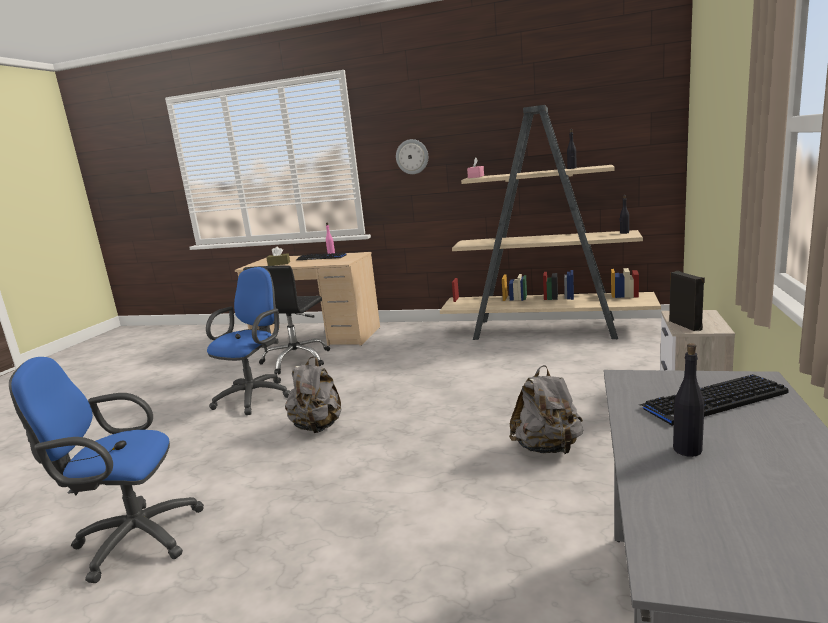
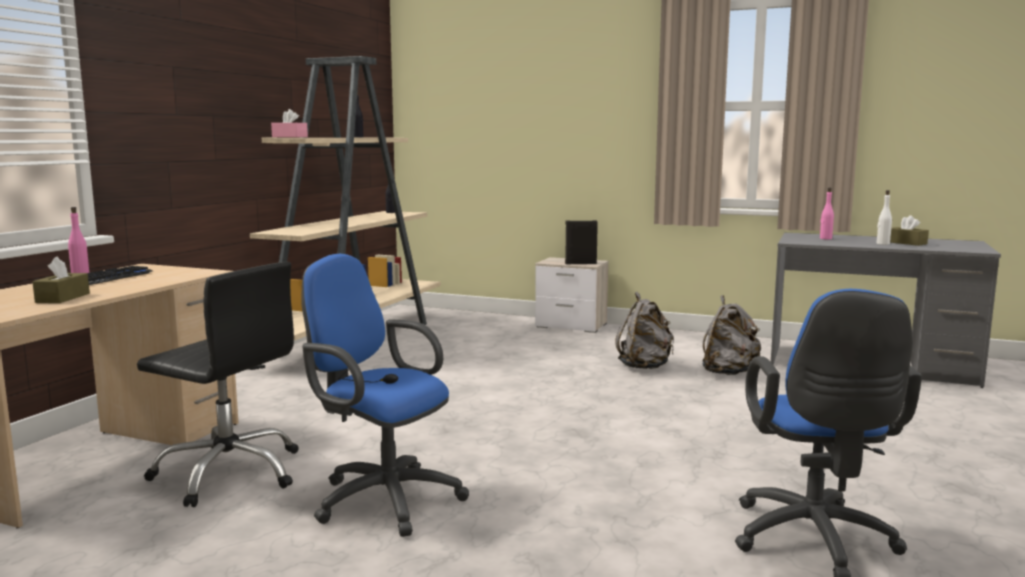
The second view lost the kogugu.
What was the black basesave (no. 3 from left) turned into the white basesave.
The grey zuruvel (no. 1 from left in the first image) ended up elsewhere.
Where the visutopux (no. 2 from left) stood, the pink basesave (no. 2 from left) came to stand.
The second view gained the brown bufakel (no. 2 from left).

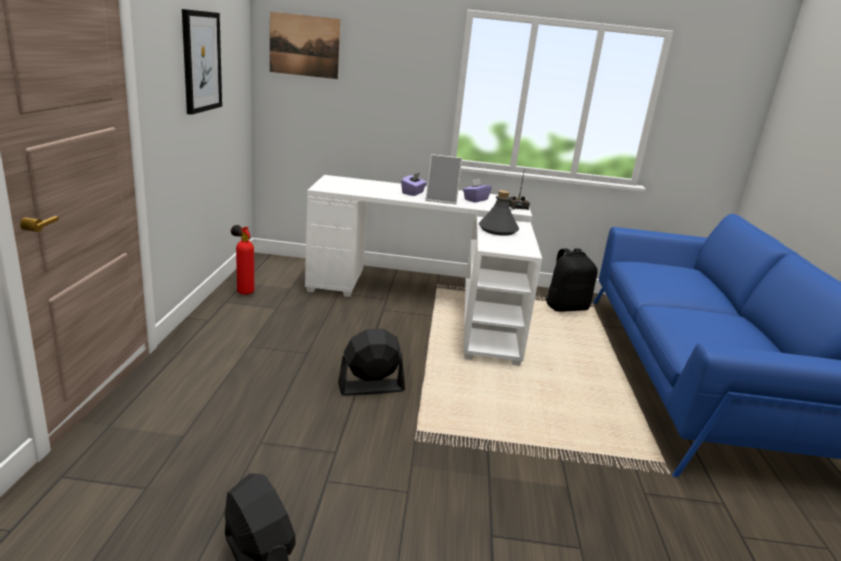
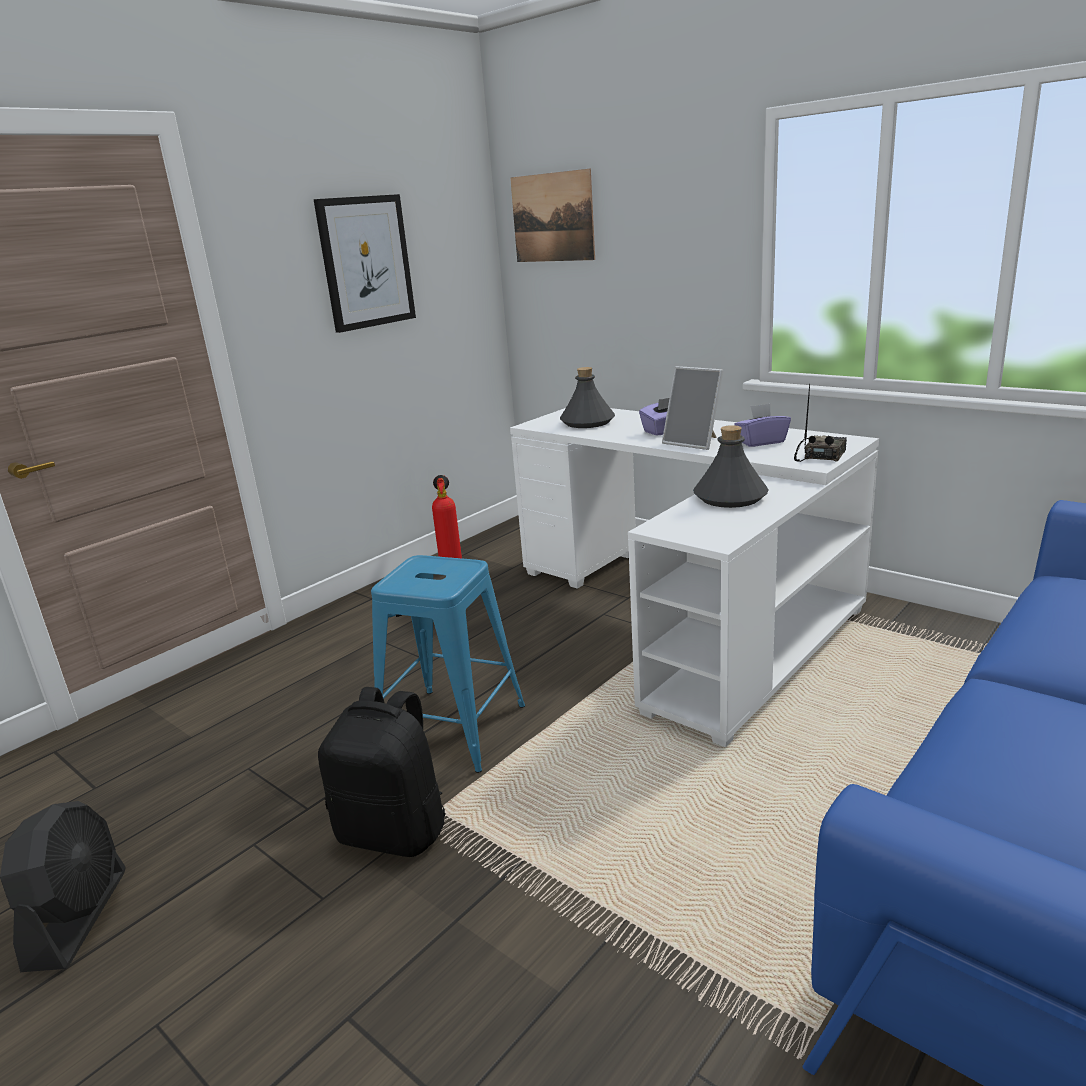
The black zuruvel ended up elsewhere.
Where the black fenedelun (no. 2 from left) stood, the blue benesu came to stand.
The second view gained the grey basesave (no. 1 from left).

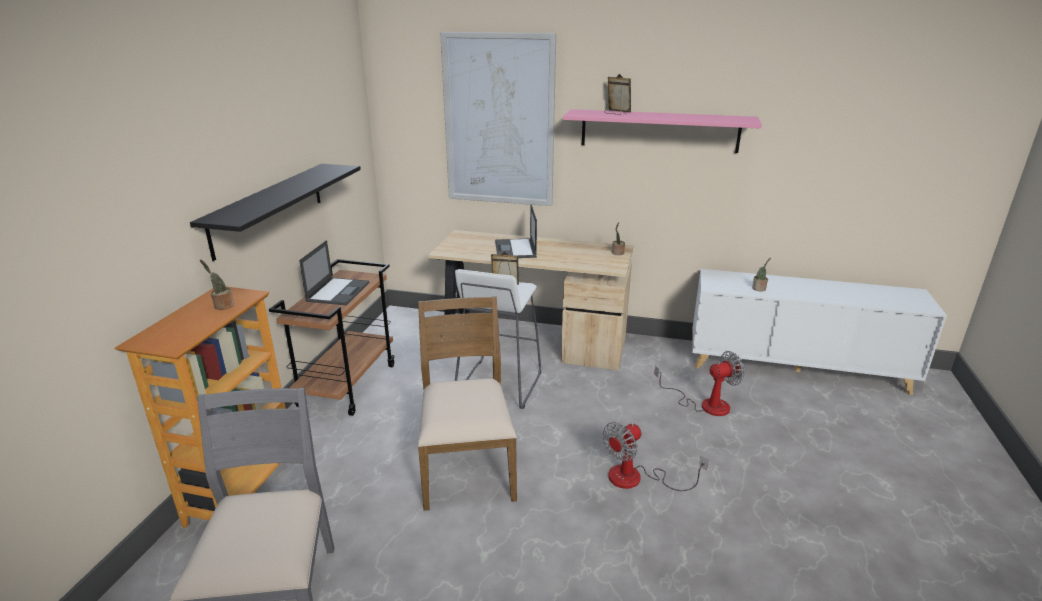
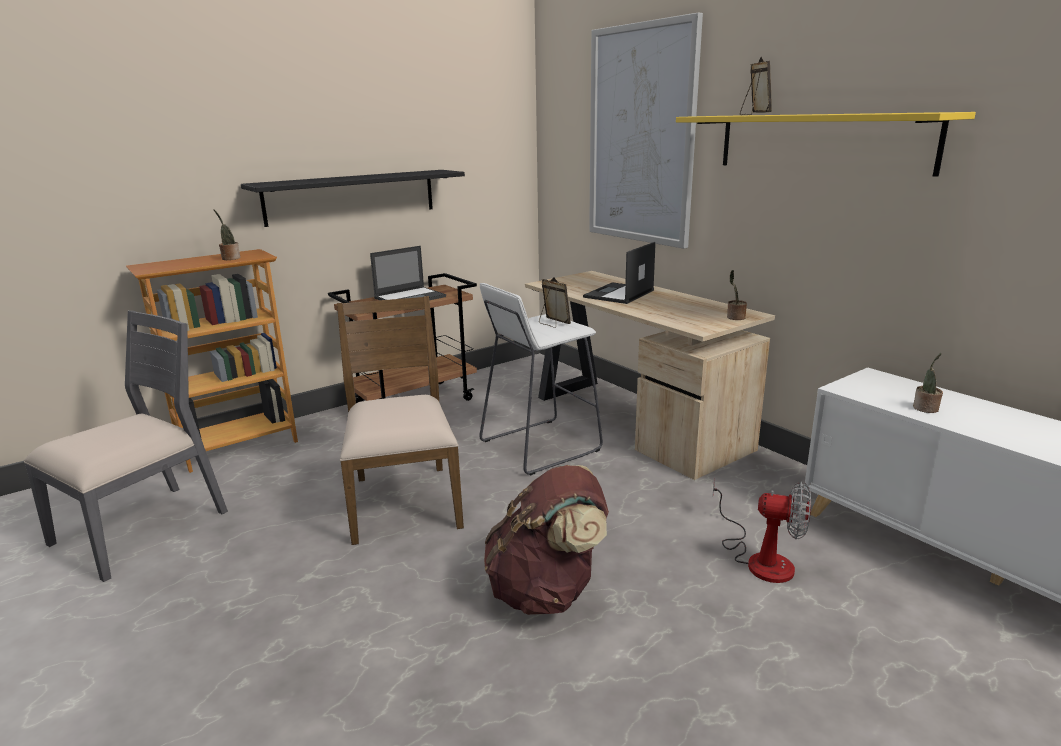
What was the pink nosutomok turned into the yellow nosutomok.
The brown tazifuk ended up facing another way, 45 degrees counterclockwise from before.
Where the fenedelun (no. 1 from left) stood, the brown zuruvel came to stand.

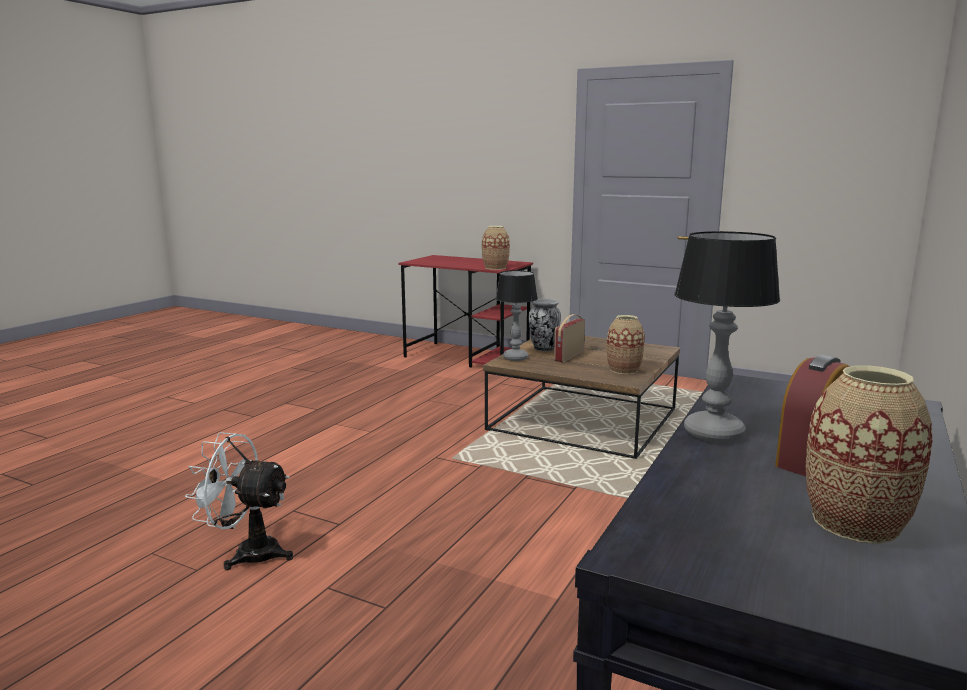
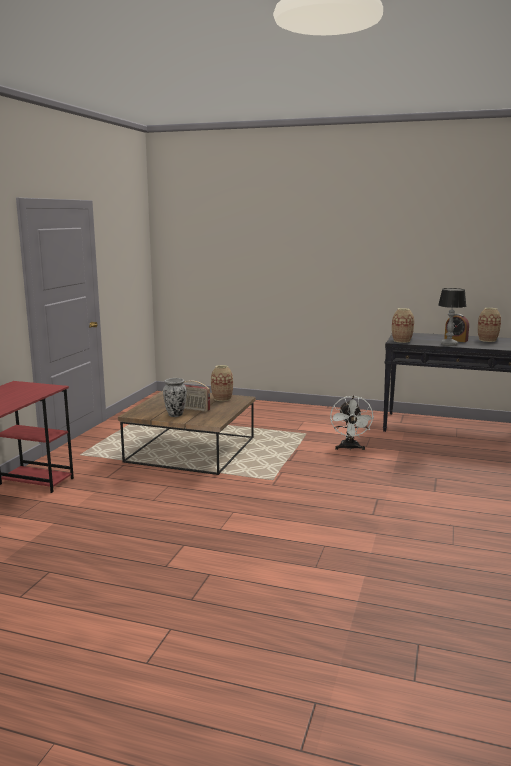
The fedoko (no. 1 from left in the first image) ended up elsewhere.
The second view lost the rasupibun (no. 1 from left).
The white fenedelun ended up elsewhere.

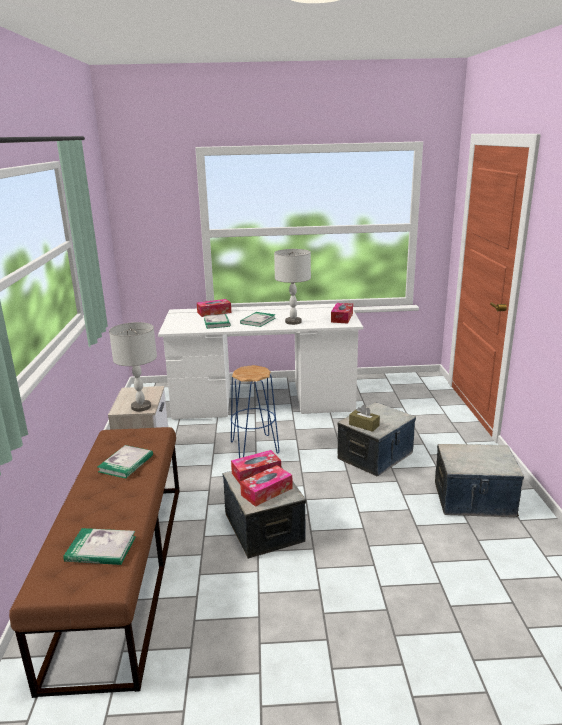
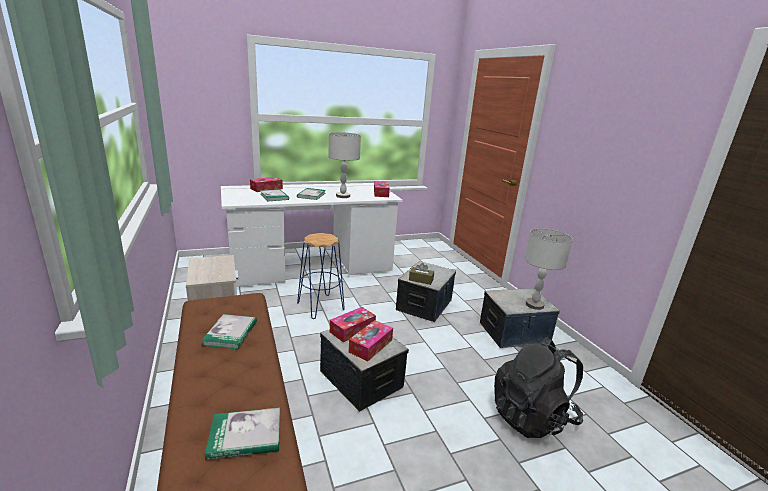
The grey rasupibun (no. 1 from left in the first image) ended up elsewhere.
The second view gained the black zuruvel.

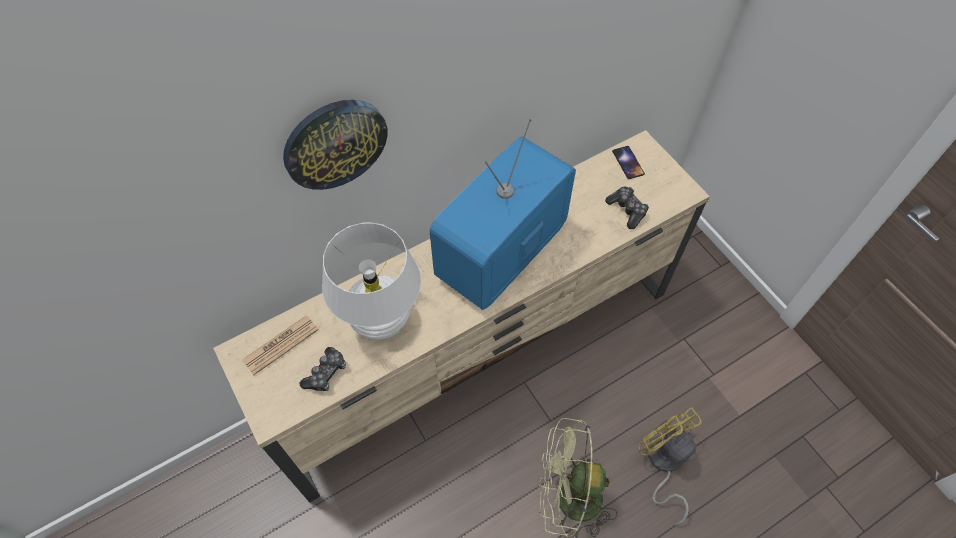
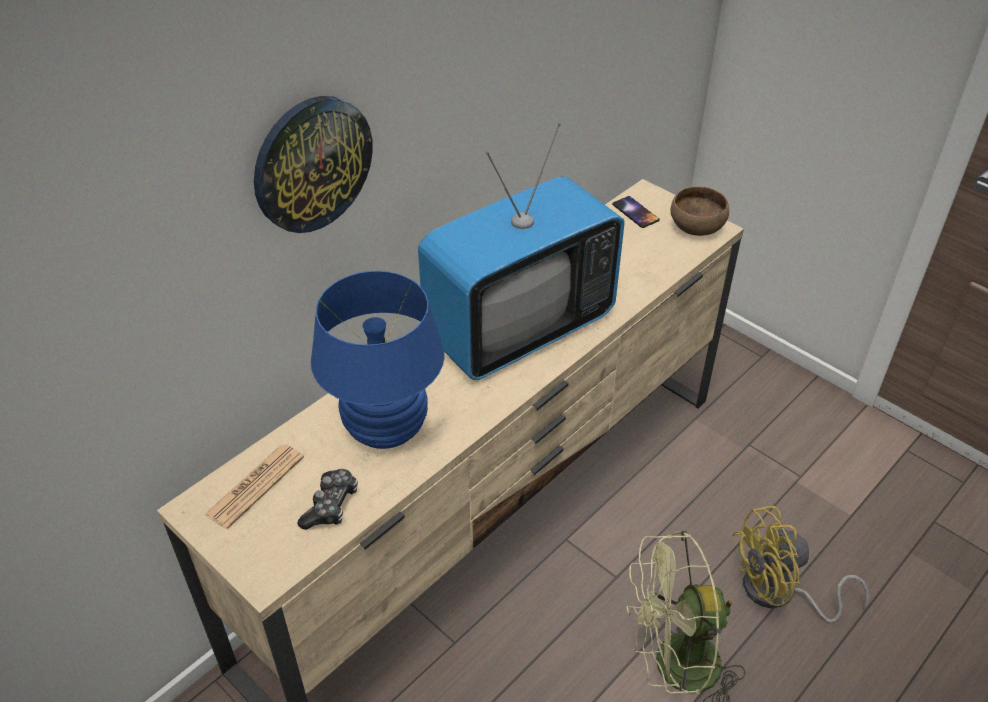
The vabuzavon ended up facing another way, 150 degrees counterclockwise from before.
The second view lost the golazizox (no. 2 from left).
What was the white rasupibun turned into the blue rasupibun.
The yellow fenedelun ended up facing another way, 60 degrees counterclockwise from before.
The second view gained the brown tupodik.

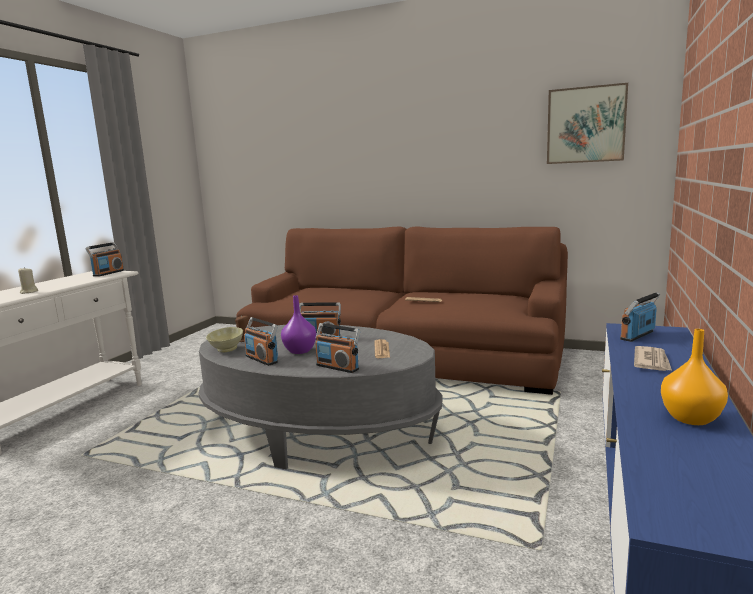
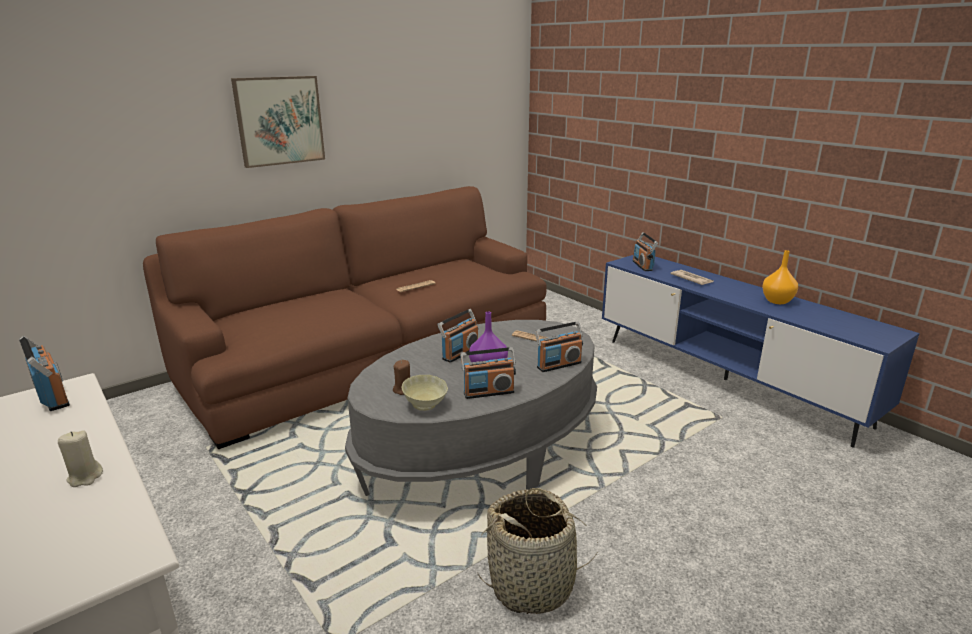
The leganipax ended up elsewhere.
The second view gained the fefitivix.

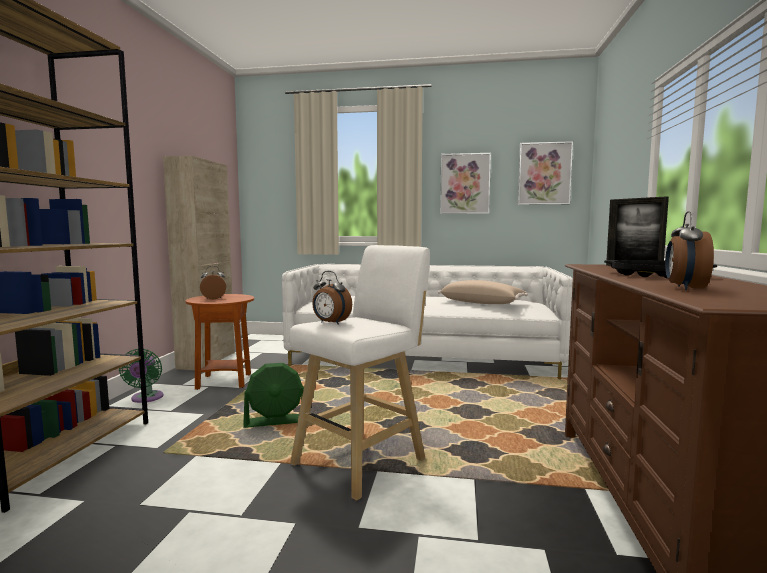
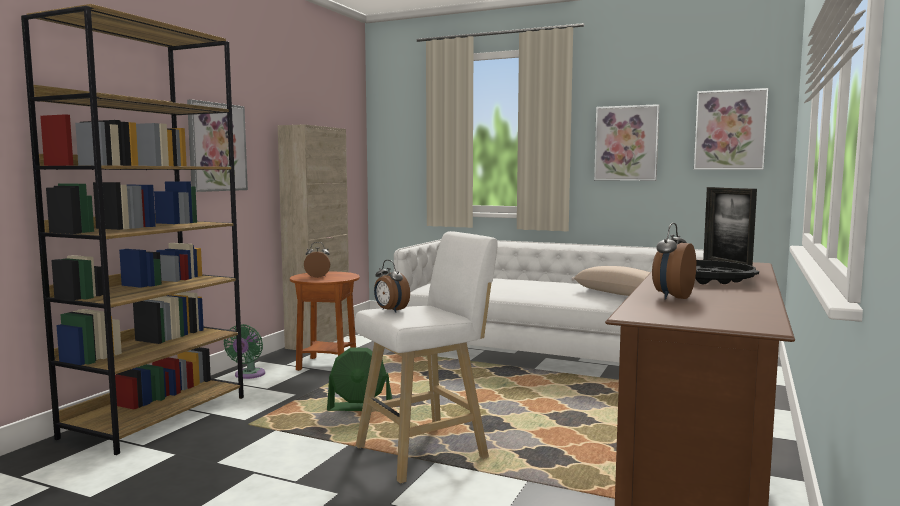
The second view gained the leganipax (no. 1 from left).

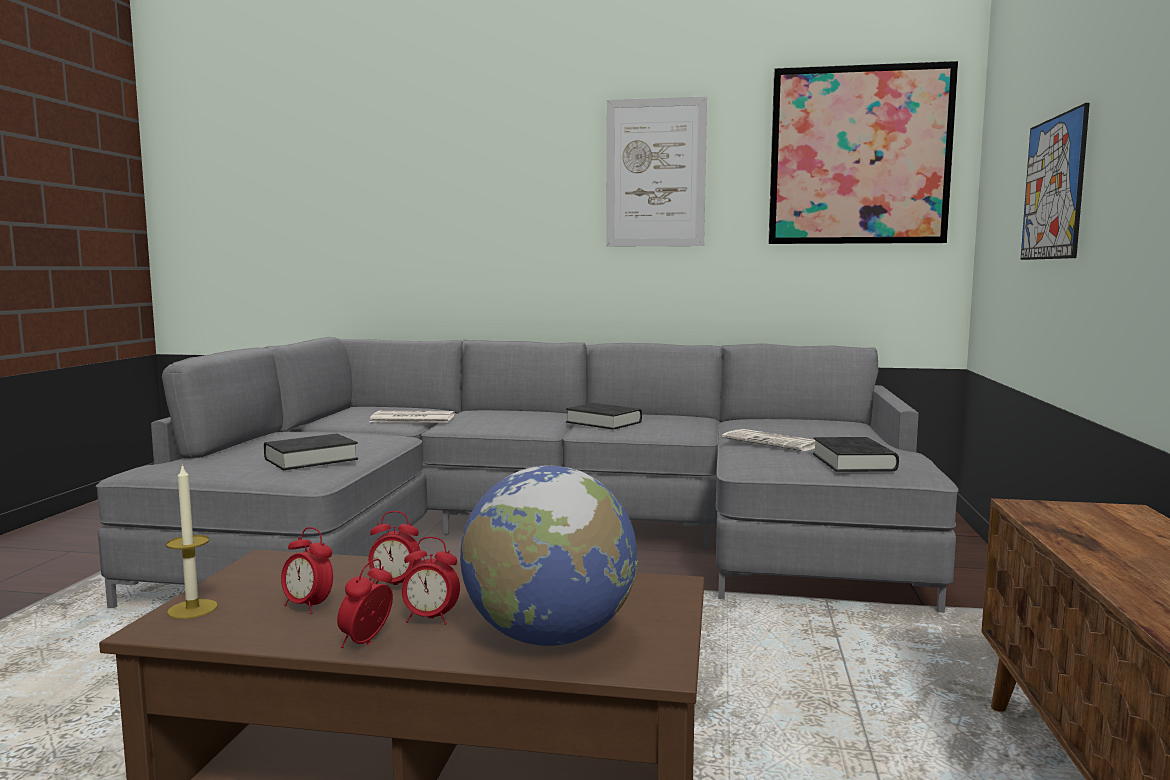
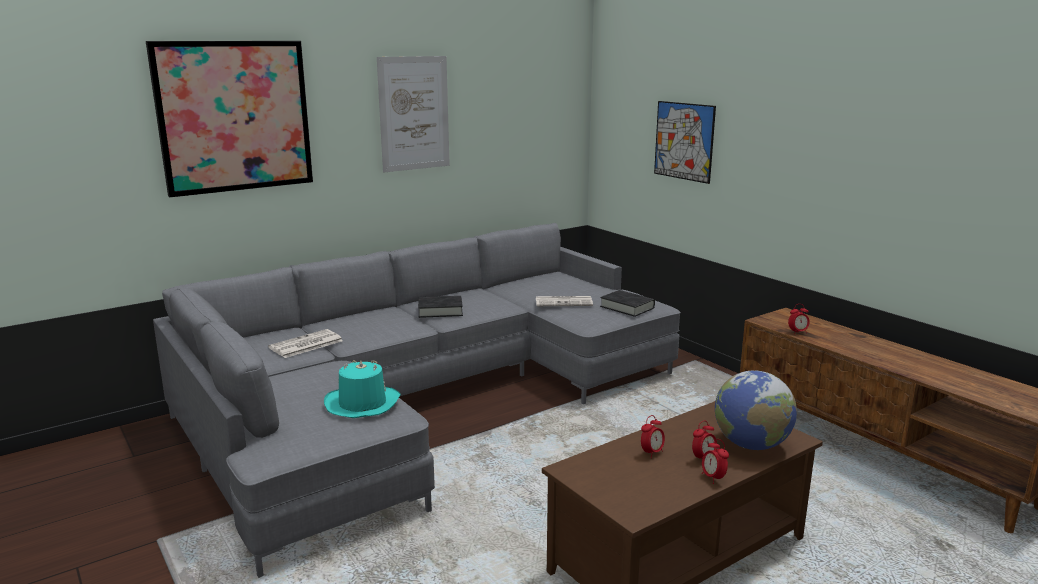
The leganipax (no. 2 from left in the first image) ended up elsewhere.
Where the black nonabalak (no. 1 from left) stood, the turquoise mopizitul came to stand.
The second view lost the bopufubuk.
The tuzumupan (no. 1 from left in the first image) ended up elsewhere.

